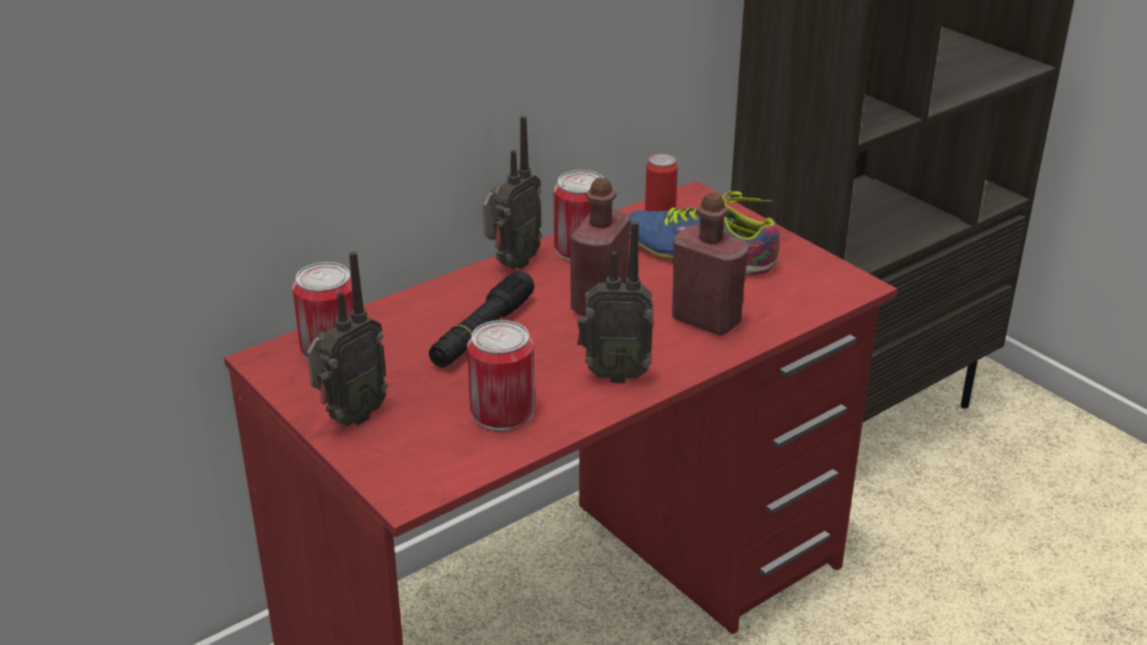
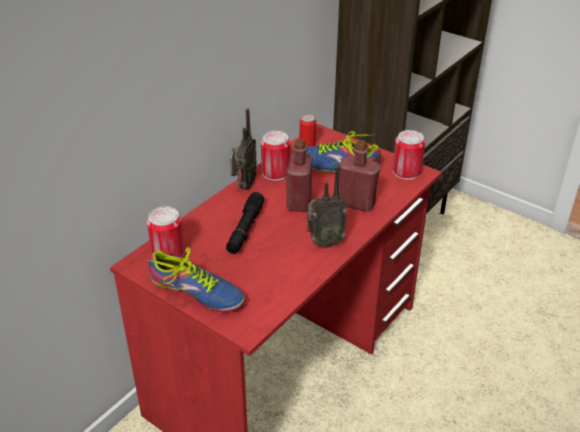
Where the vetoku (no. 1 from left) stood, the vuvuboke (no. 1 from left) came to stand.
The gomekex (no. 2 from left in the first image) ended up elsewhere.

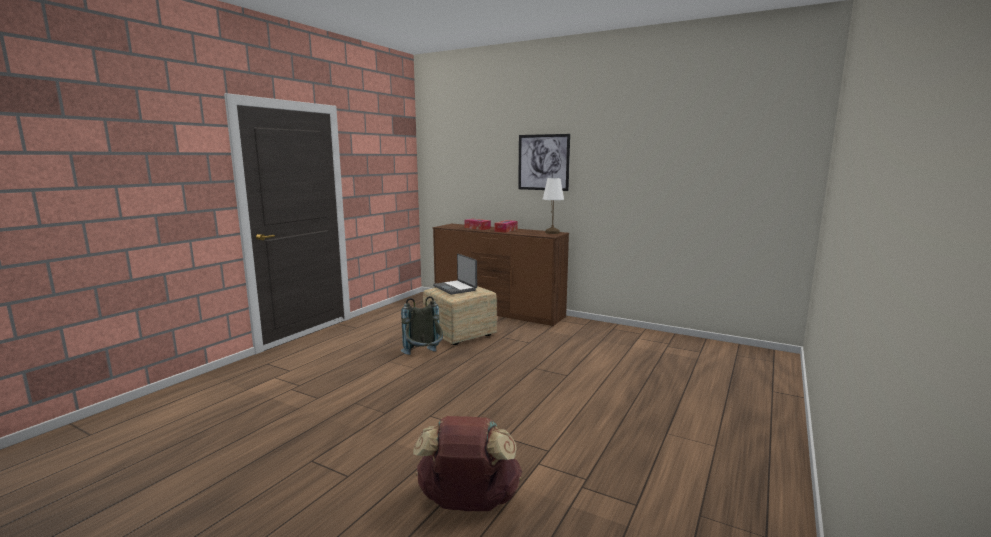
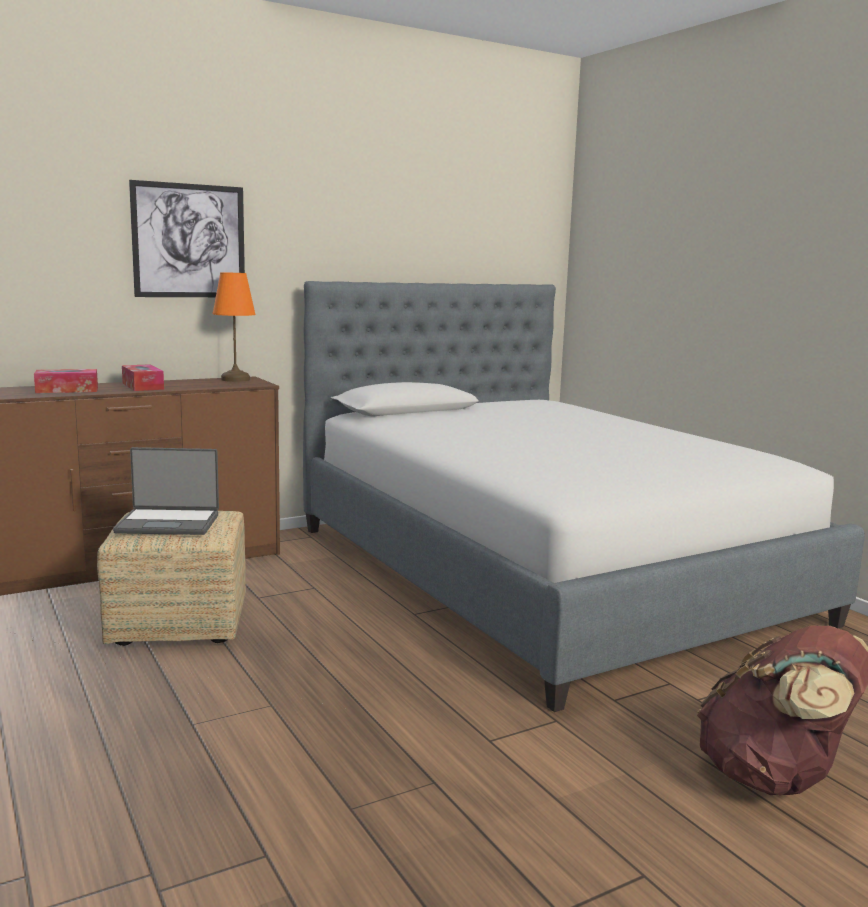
What was the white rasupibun turned into the orange rasupibun.
The second view lost the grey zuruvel.
The second view gained the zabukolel.

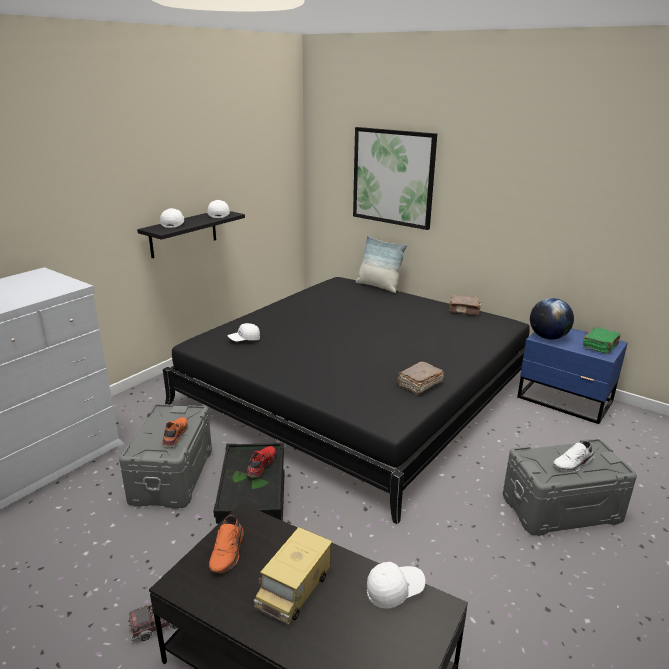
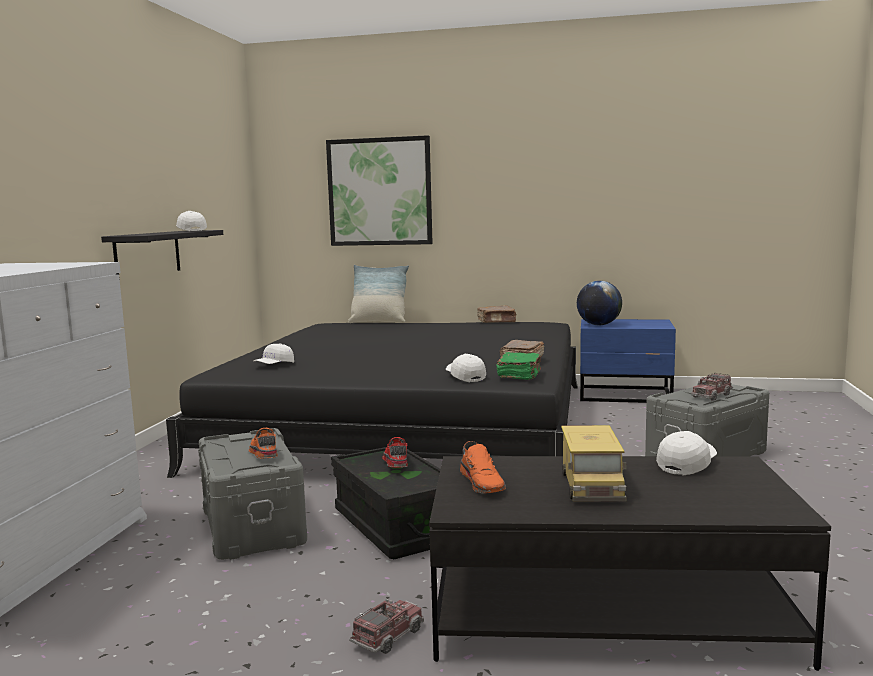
The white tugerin (no. 1 from left in the first image) ended up elsewhere.
The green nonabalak ended up elsewhere.
Where the white vuvuboke stood, the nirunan (no. 3 from left) came to stand.

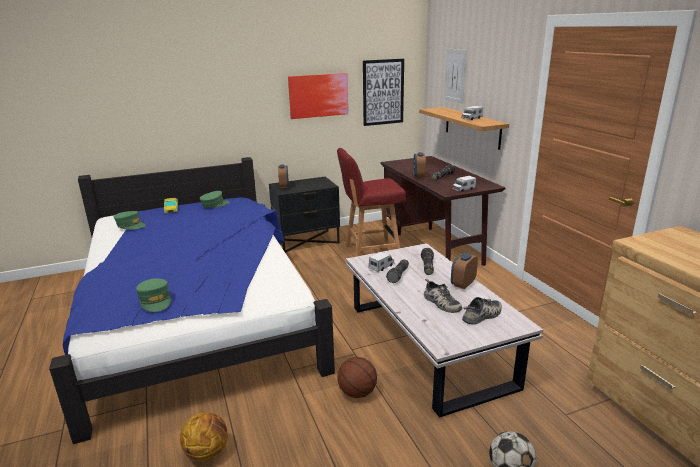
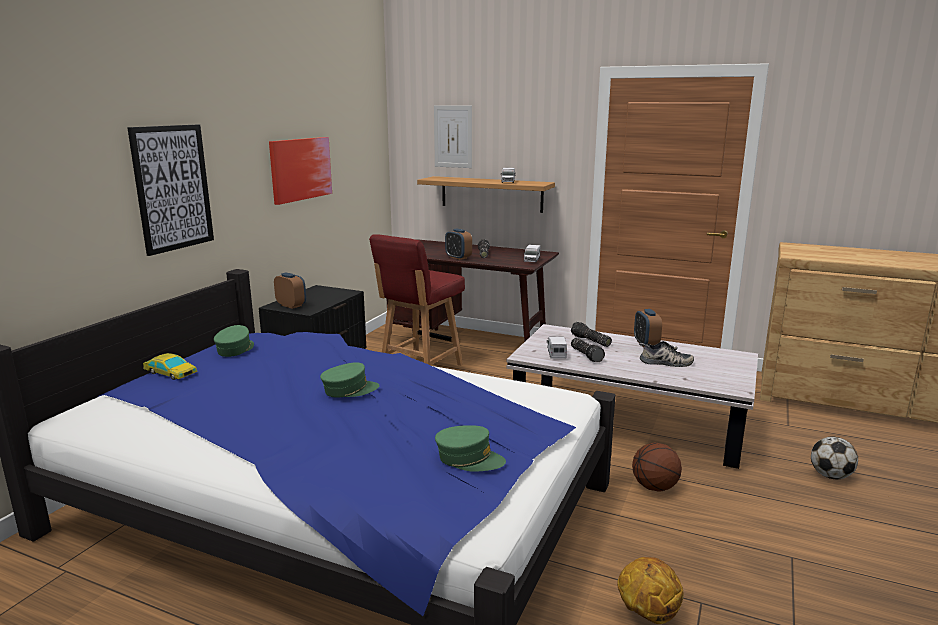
The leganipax (no. 2 from left in the first image) ended up elsewhere.
The green tugerin (no. 1 from left in the first image) ended up elsewhere.
The second view lost the vuvuboke (no. 2 from left).

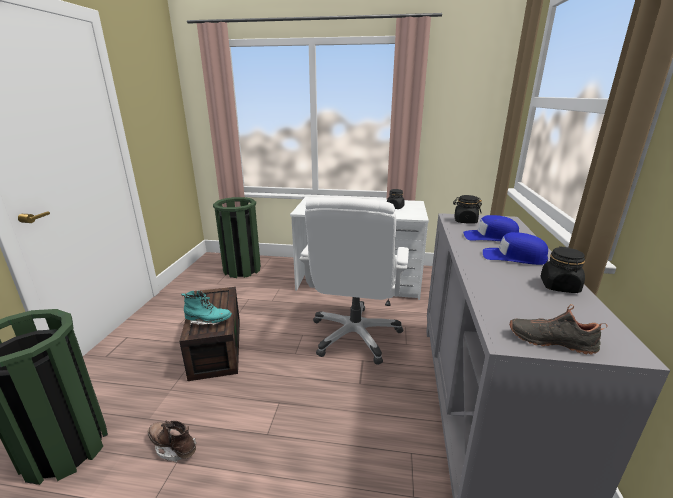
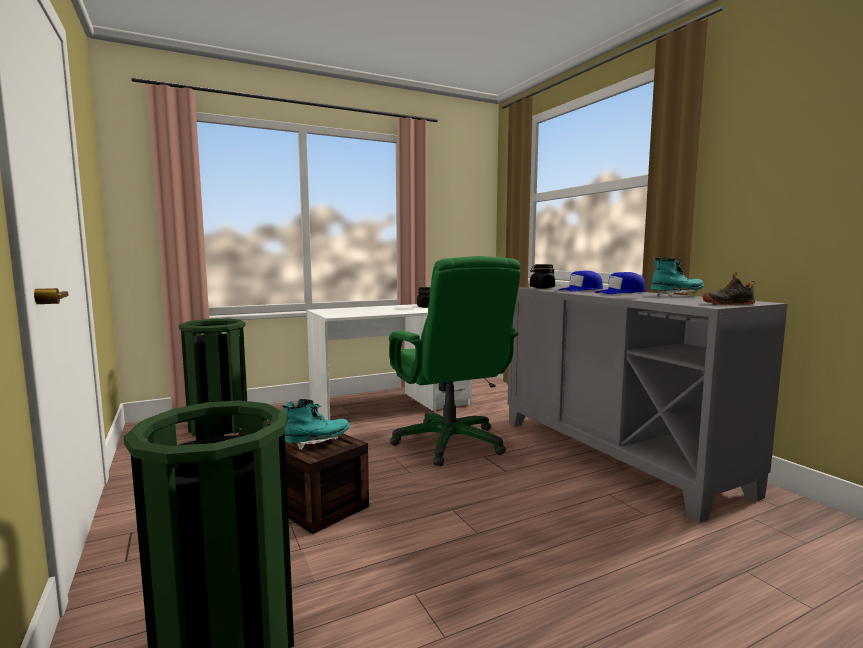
What was the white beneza turned into the green beneza.
Where the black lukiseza (no. 3 from left) stood, the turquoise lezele (no. 2 from left) came to stand.
The second view lost the brown lezele.

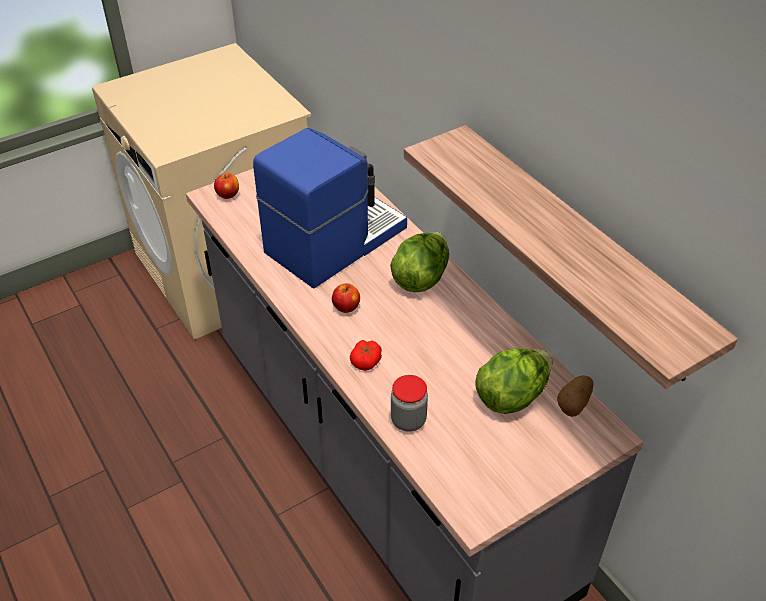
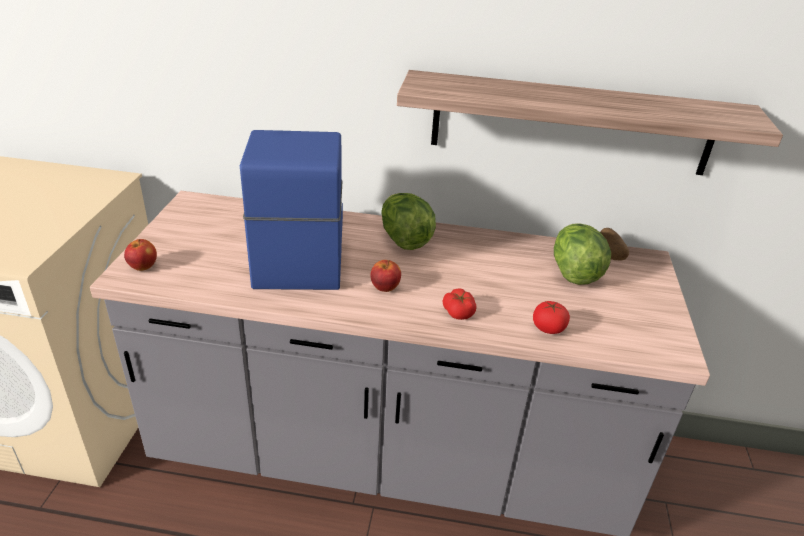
Where the lukiseza stood, the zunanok (no. 2 from left) came to stand.

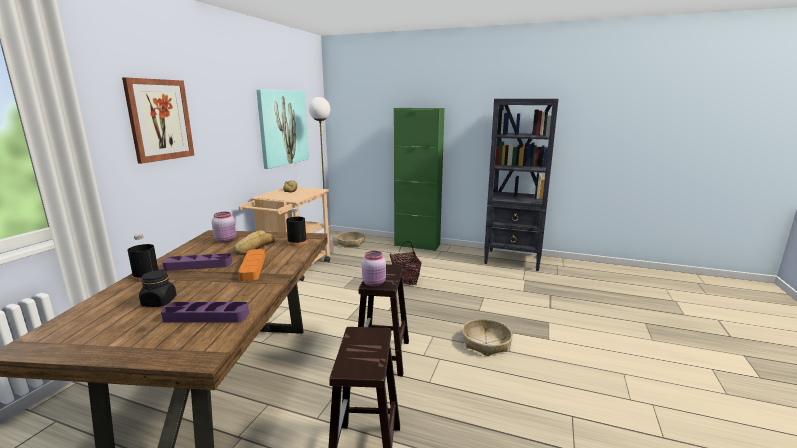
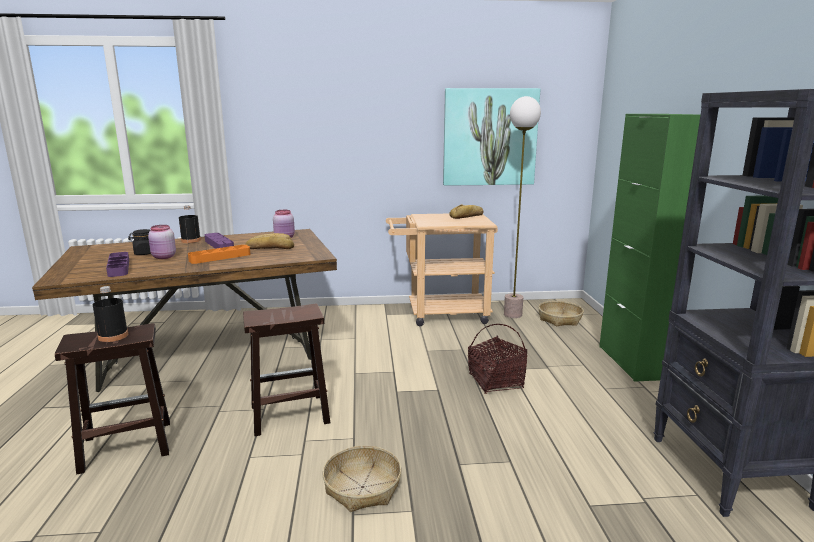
The second view lost the leganipax (no. 1 from left).
The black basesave (no. 2 from left in the first image) ended up elsewhere.
The pink lukiseza (no. 2 from left in the first image) ended up elsewhere.

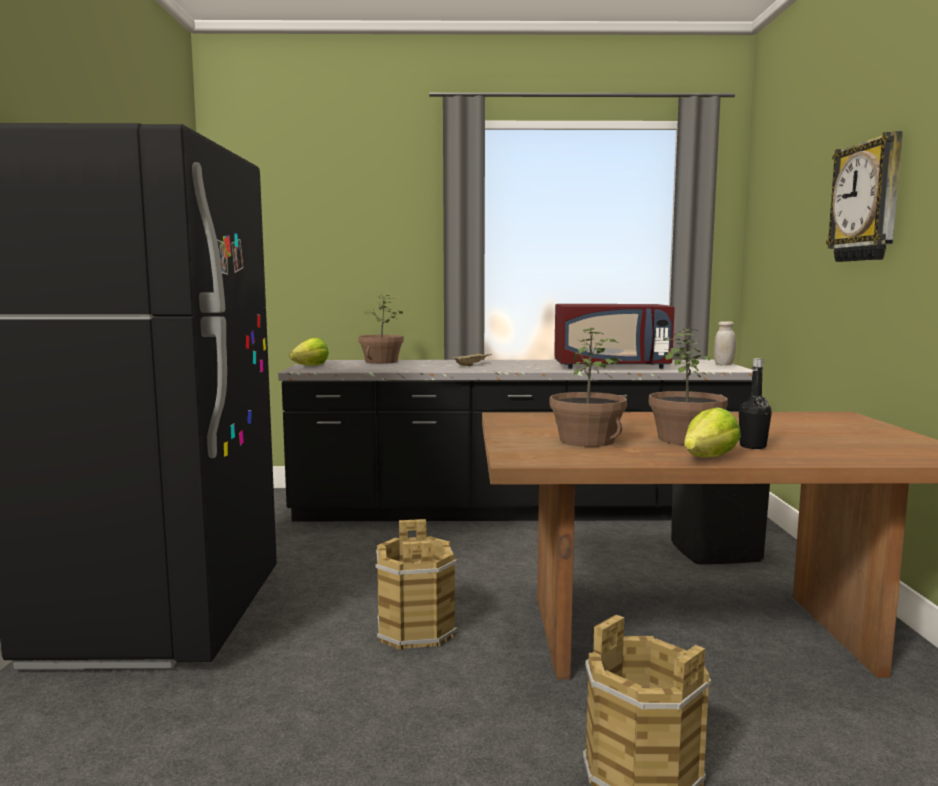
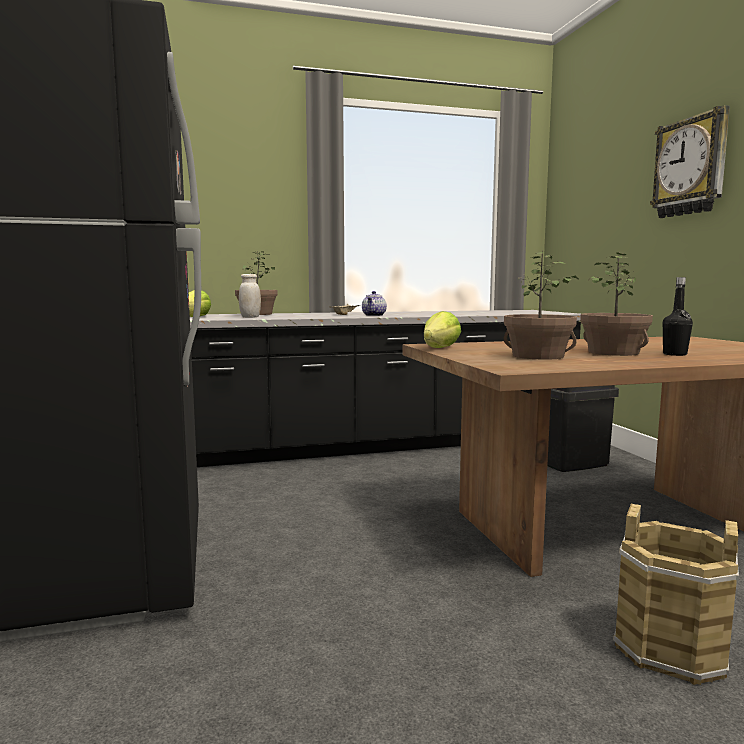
The second view lost the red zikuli.
The white lukiseza ended up elsewhere.
The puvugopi (no. 2 from left) ended up elsewhere.
The second view lost the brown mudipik (no. 1 from left).
The second view gained the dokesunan.

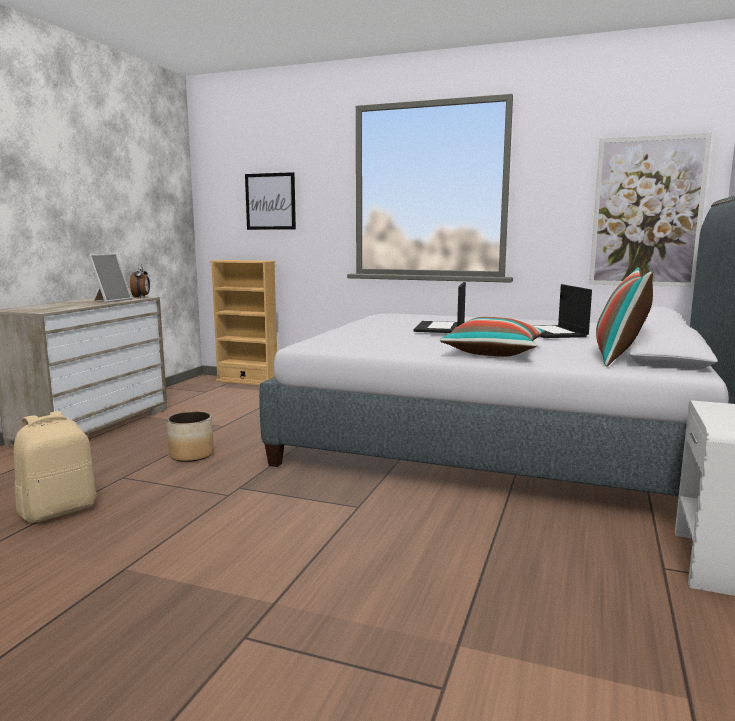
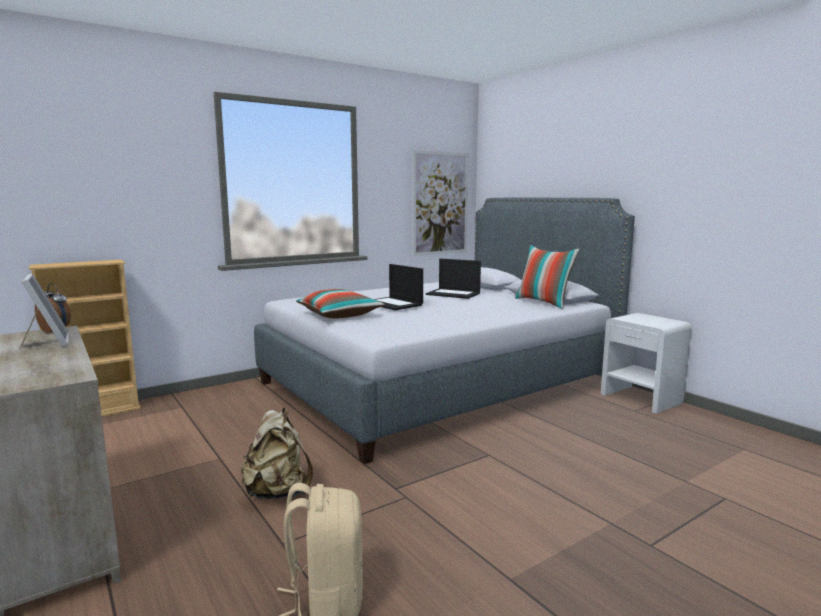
The second view lost the leganipax (no. 1 from left).
The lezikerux (no. 1 from left) ended up elsewhere.
Where the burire stood, the beige zuruvel (no. 1 from left) came to stand.

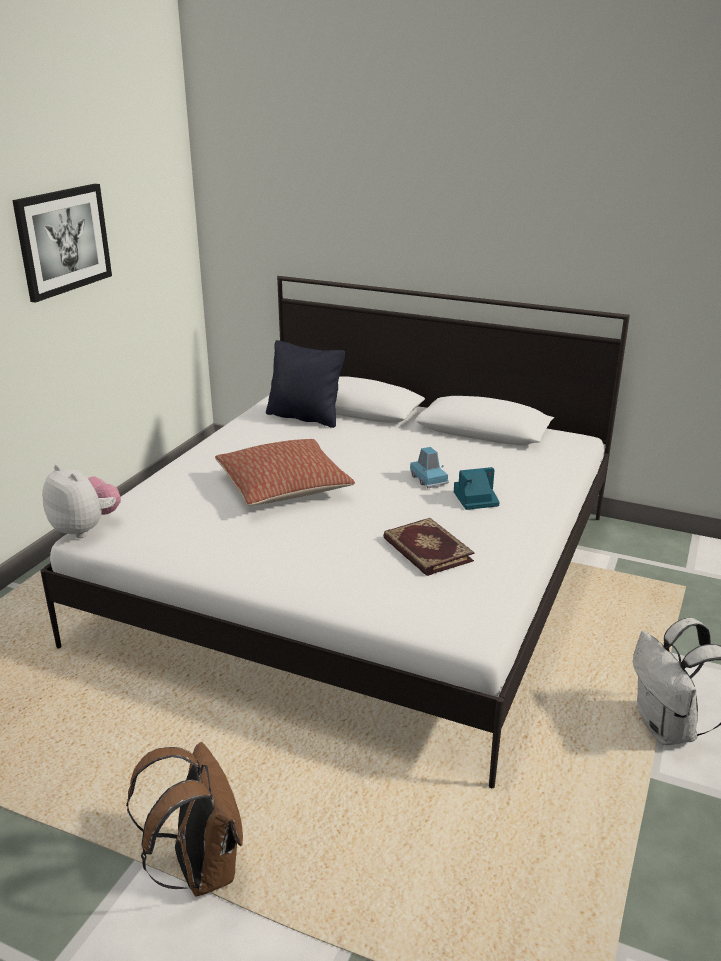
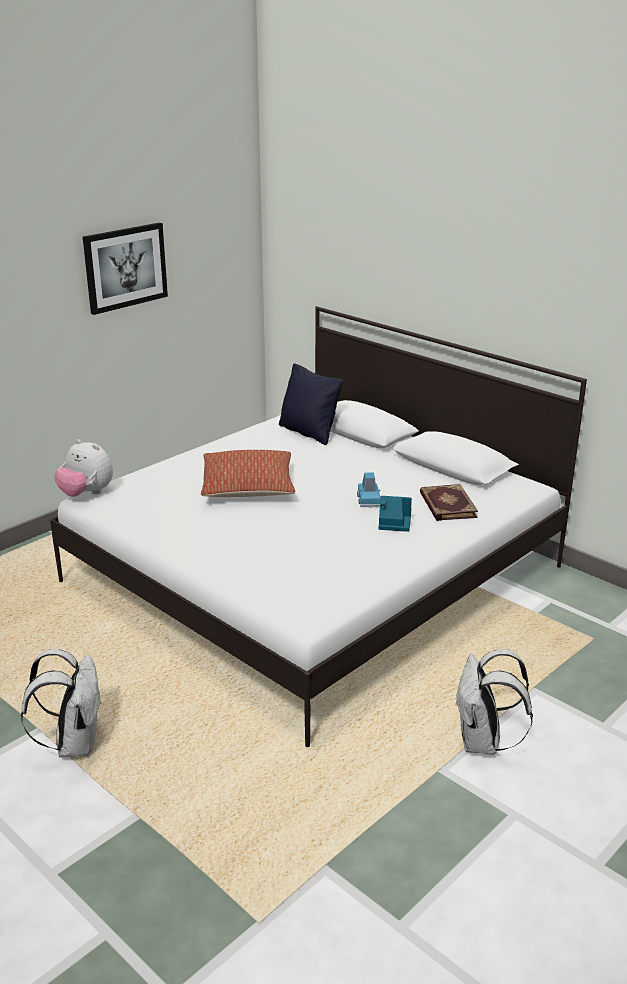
The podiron ended up facing another way, 150 degrees clockwise from before.
The nonabalak ended up elsewhere.
What was the brown zuruvel turned into the white zuruvel (no. 1 from left).

